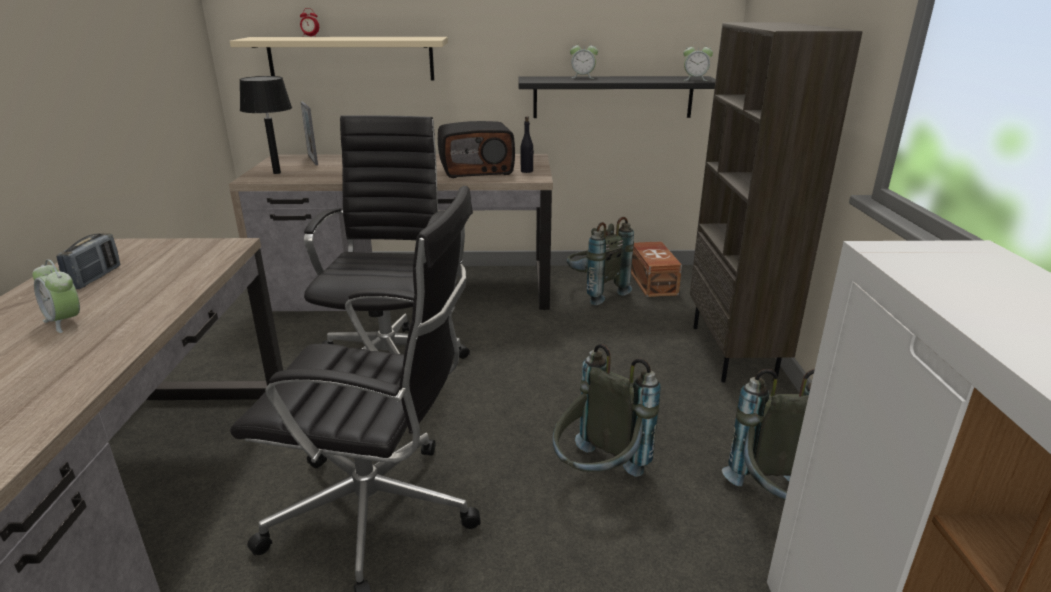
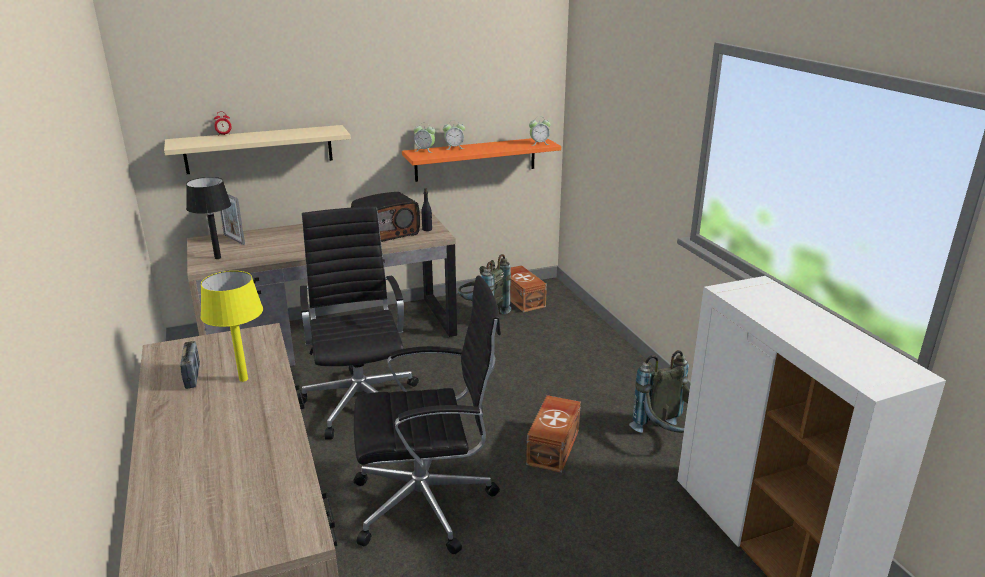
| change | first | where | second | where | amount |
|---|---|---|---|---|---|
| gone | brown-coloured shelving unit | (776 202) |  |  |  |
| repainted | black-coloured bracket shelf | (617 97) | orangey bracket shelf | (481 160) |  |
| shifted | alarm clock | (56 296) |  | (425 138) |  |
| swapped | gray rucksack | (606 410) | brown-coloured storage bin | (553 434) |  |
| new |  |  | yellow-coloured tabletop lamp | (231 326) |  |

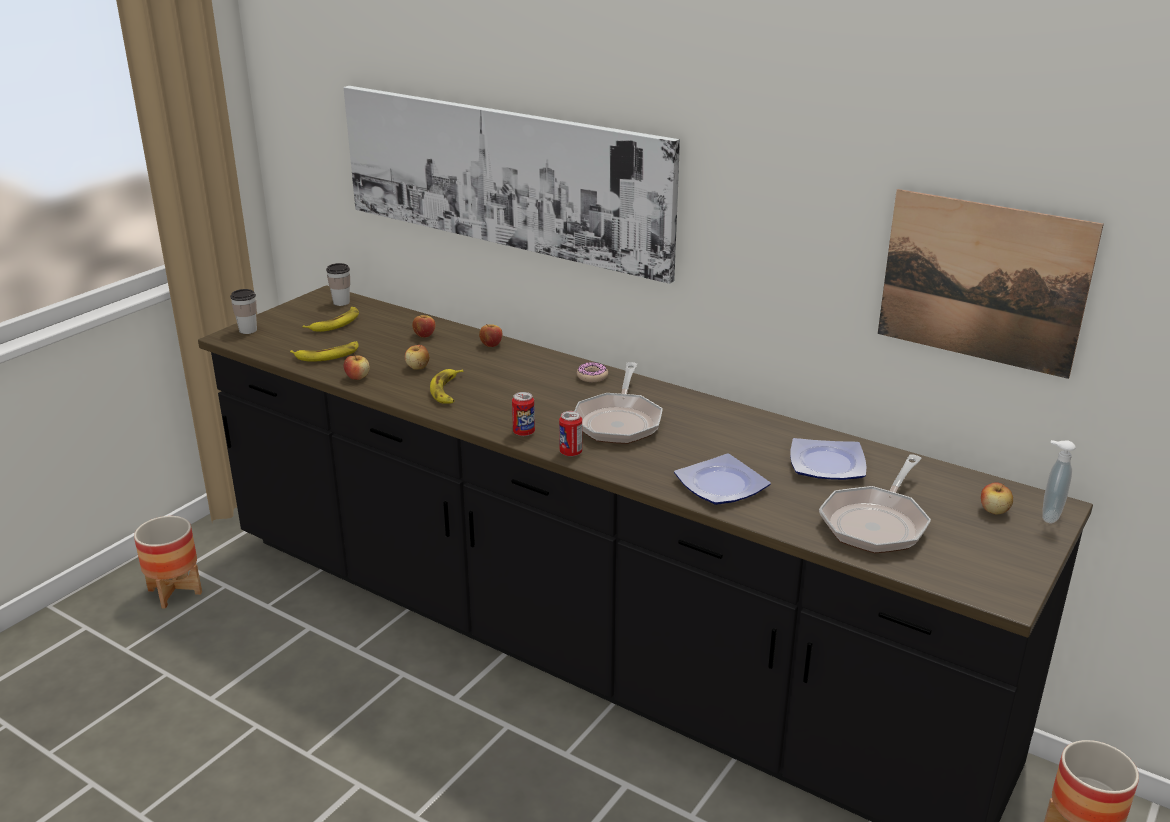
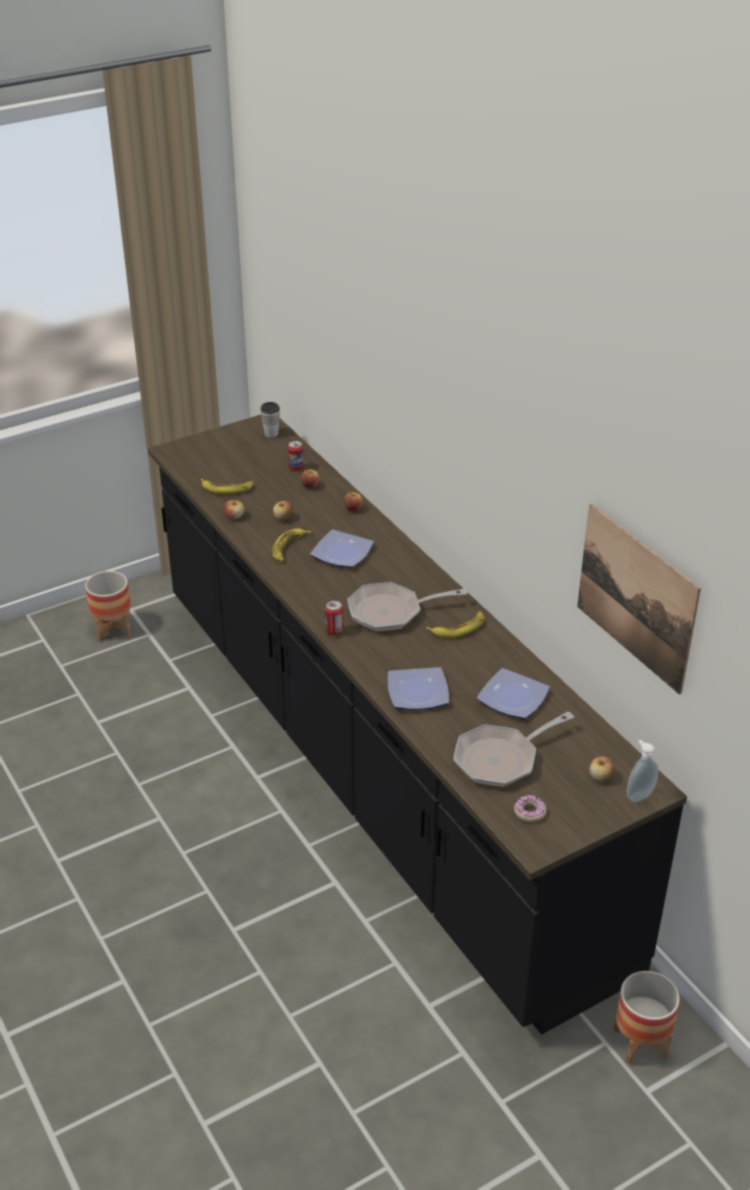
| change | first | where | second | where | amount |
|---|---|---|---|---|---|
| gone | picture | (512 185) |  |  |  |
| gone | drinking cup | (243 311) |  |  |  |
| shifted | whole banana | (331 319) |  | (455 624) |  |
| rotated | pan | (618 403) |  | (407 607) | 45 degrees clockwise |
| shifted | ring doughnut | (592 372) |  | (530 808) |  |
| shifted | can | (523 414) |  | (296 456) |  |
| new |  |  | dinner plate | (342 548) |  |

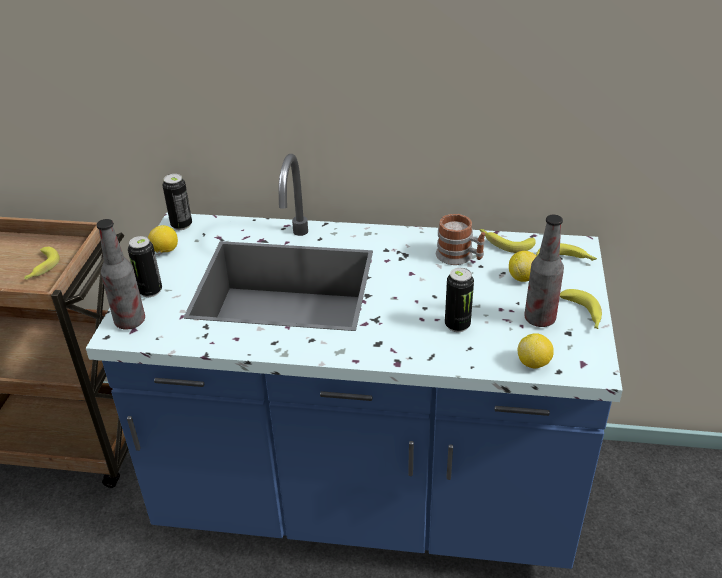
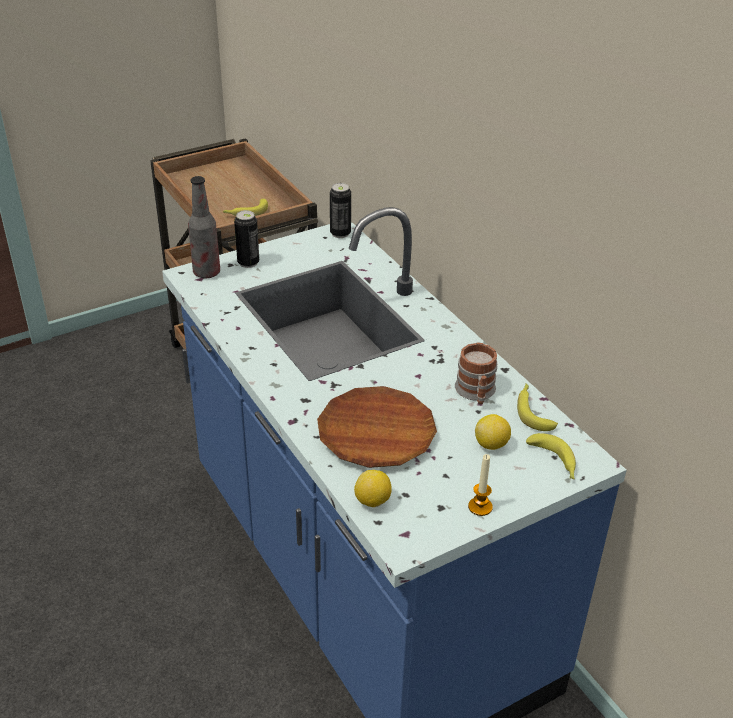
| change | first | where | second | where | amount |
|---|---|---|---|---|---|
| gone | drink bottle | (544 271) |  |  |  |
| gone | citrus fruit | (163 239) |  |  |  |
| swapped | can | (459 300) | brown-coloured dinner plate | (377 427) |  |
| swapped | whole banana | (581 309) | candle | (480 485) |  |

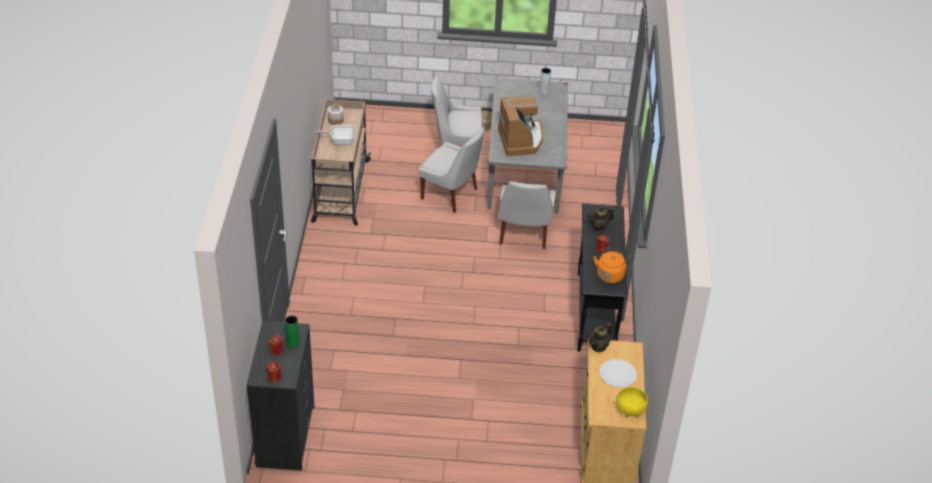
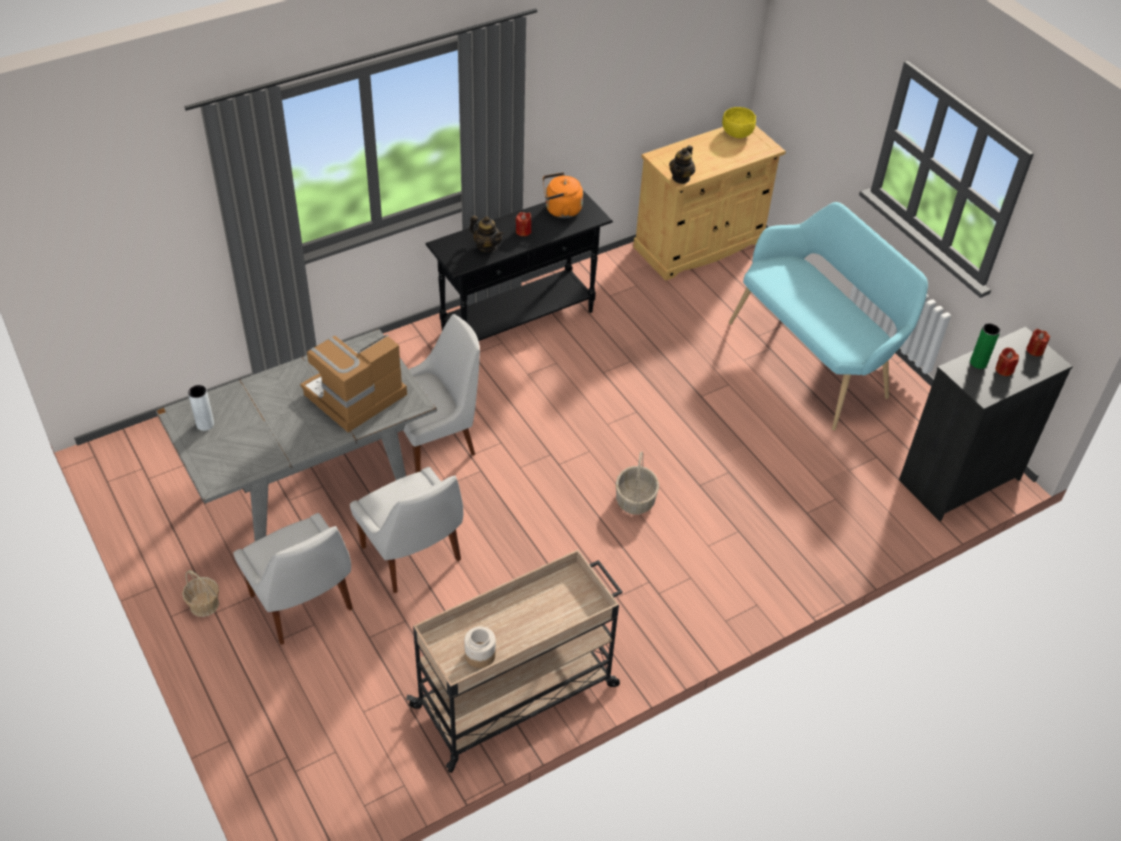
| change | first | where | second | where | amount |
|---|---|---|---|---|---|
| gone | pan | (334 135) |  |  |  |
| rotated | white-coloured chair | (451 170) |  | (406 530) | 150 degrees clockwise |
| rotated | tea pot | (600 338) |  | (682 164) | 105 degrees clockwise |
| gone | white-coloured dinner plate | (618 373) |  |  |  |
| new |  |  | turquoise long seat | (828 316) |  |
| new |  |  | storage basket | (637 483) |  |

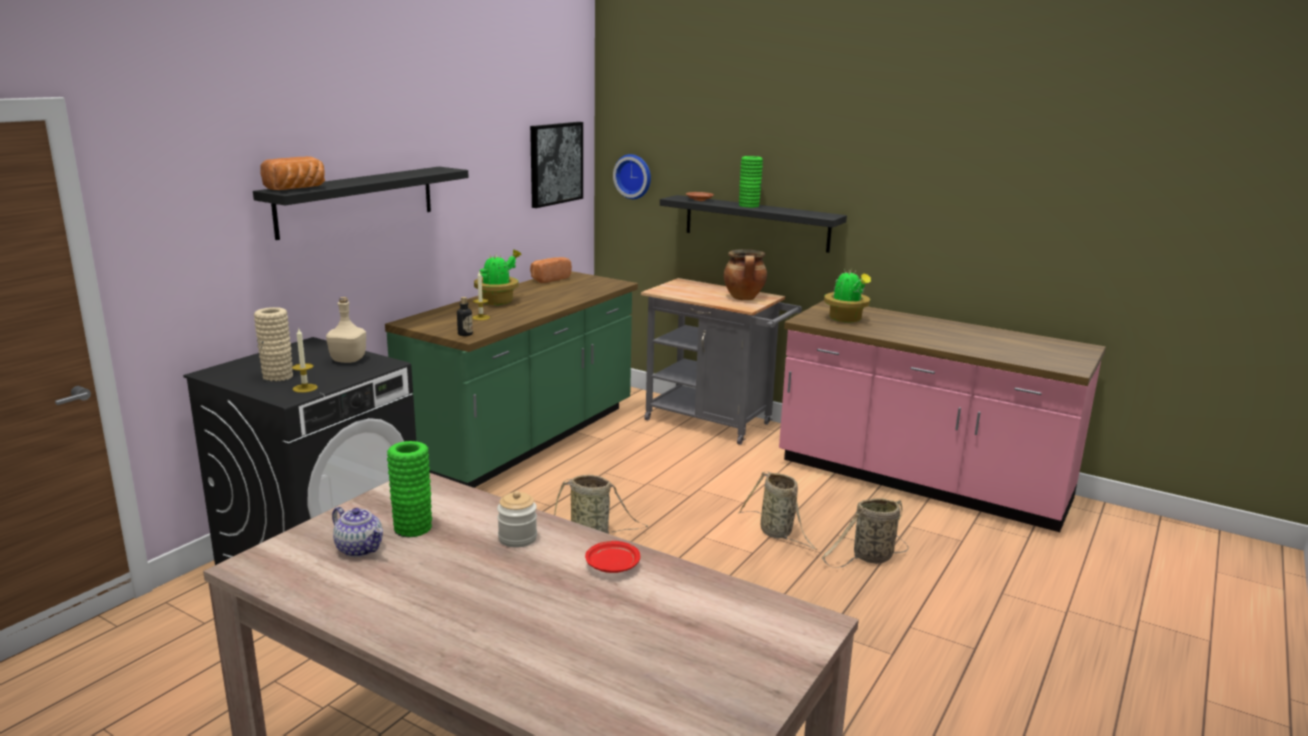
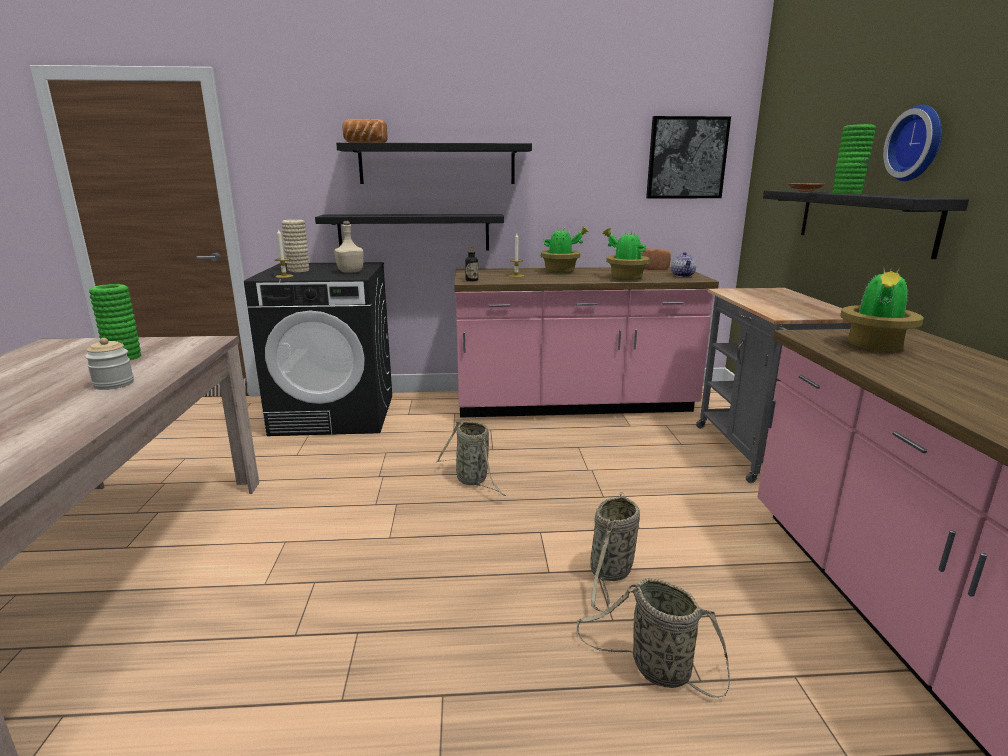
| change | first | where | second | where | amount |
|---|---|---|---|---|---|
| shifted | hanging clock | (632 176) |  | (912 143) |  |
| gone | saucepot | (745 274) |  |  |  |
| repainted | green counter | (511 379) | pinkish counter | (586 342) |  |
| shifted | tea pot | (357 532) |  | (683 264) |  |
| gone | red dinner plate | (612 557) |  |  |  |
| new |  |  | black-coloured bracket shelf | (409 232) |  |
| new |  |  | houseplant | (626 254) |  |

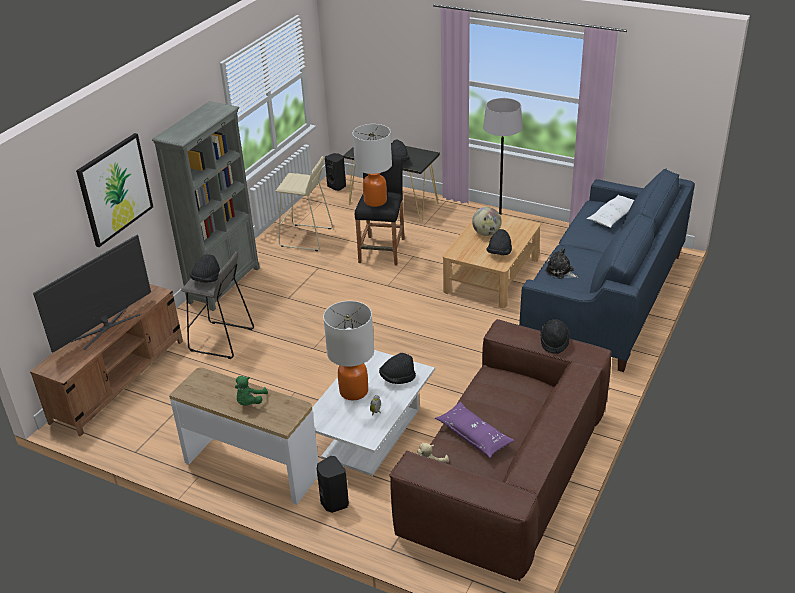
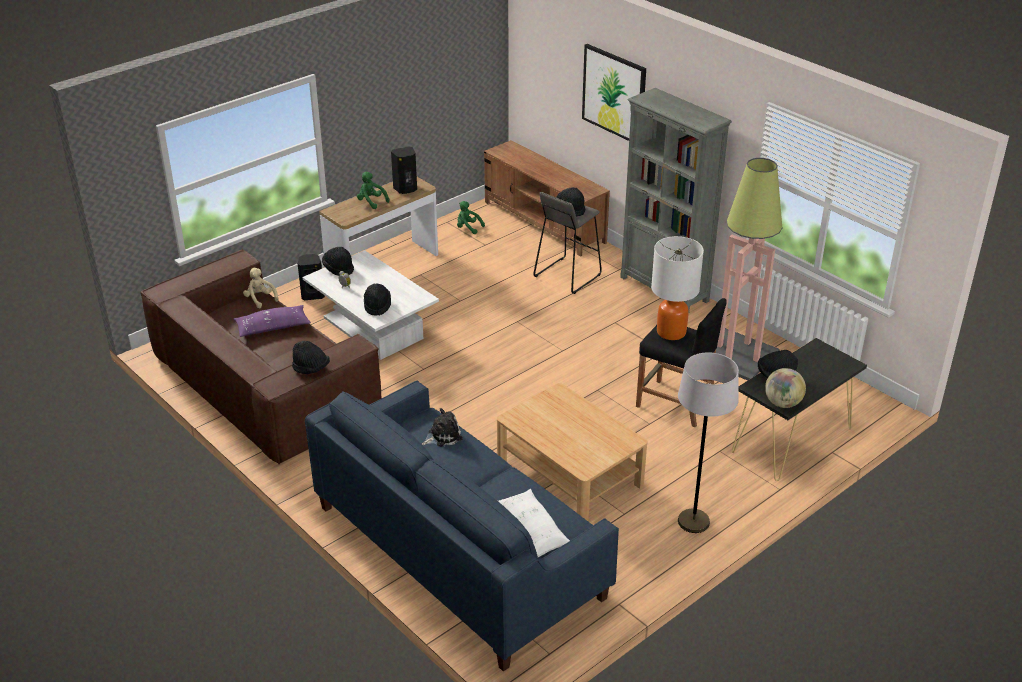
| change | first | where | second | where | amount |
|---|---|---|---|---|---|
| shifted | black-coloured loudspeaker | (335 172) |  | (404 170) |  |
| swapped | beige-coloured stool | (304 203) | standing lamp | (749 269) |  |
| shifted | desk globe | (487 221) |  | (785 388) |  |
| shifted | black-coloured wearable hat | (499 242) |  | (338 261) |  |
| gone | TV set | (92 293) |  |  |  |
| gone | tabletop lamp | (348 350) |  |  |  |
| new |  |  | green soft toy | (471 217) |  |

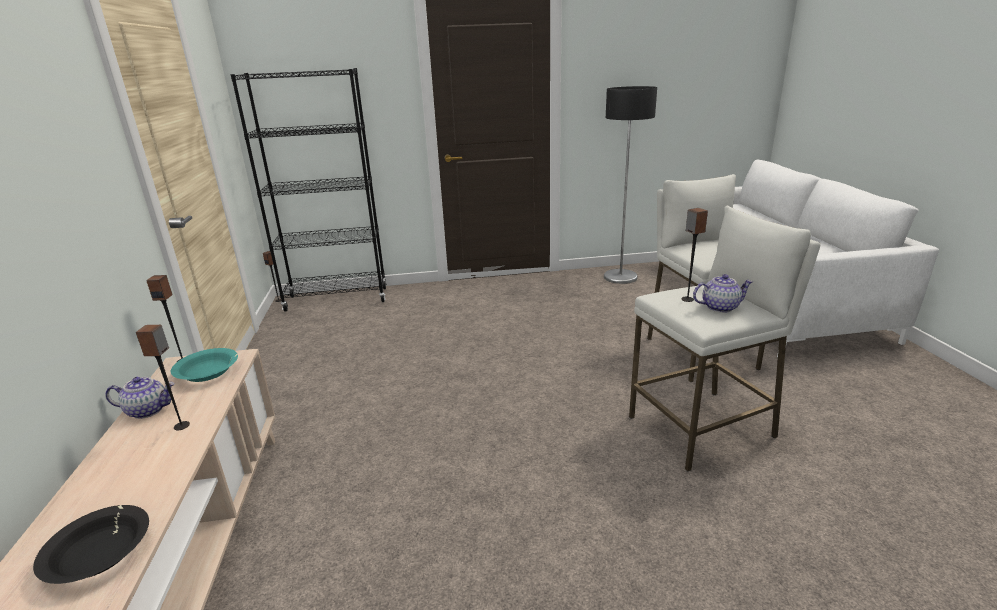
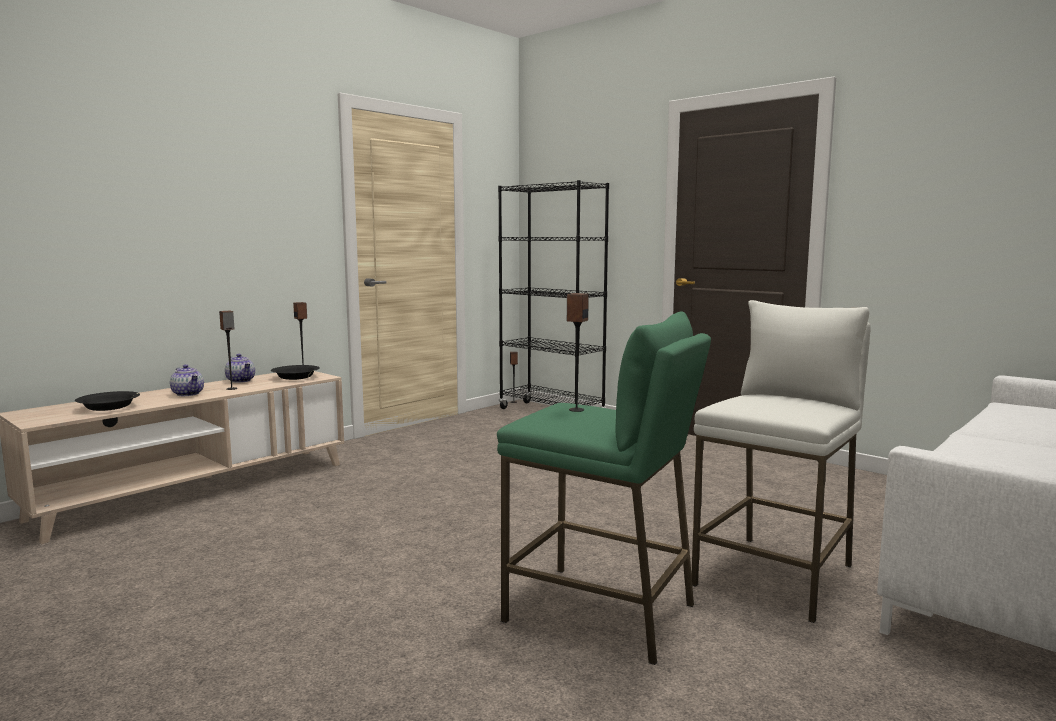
| change | first | where | second | where | amount |
|---|---|---|---|---|---|
| gone | standing lamp | (630 185) |  |  |  |
| repainted | white-coloured stool | (724 339) | green stool | (604 488) |  |
| shifted | tea pot | (723 293) |  | (187 380) |  |
| repainted | turquoise serving bowl | (204 365) | black-coloured serving bowl | (295 372) |  |

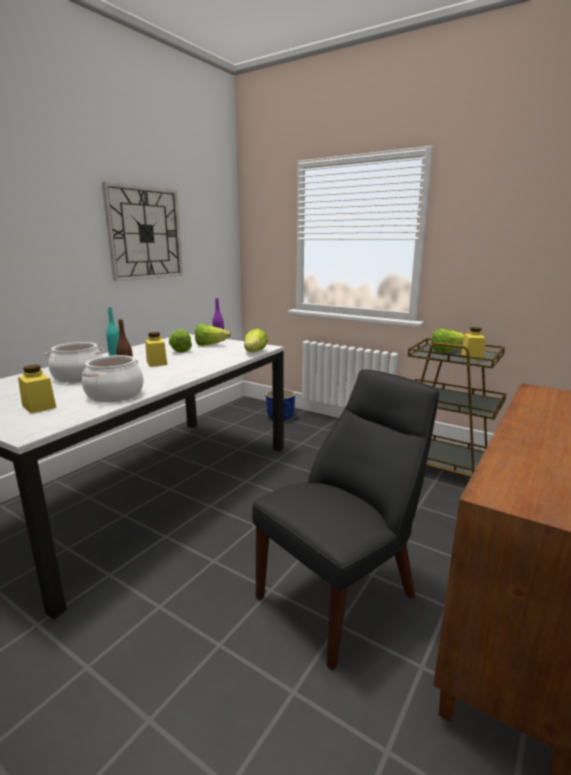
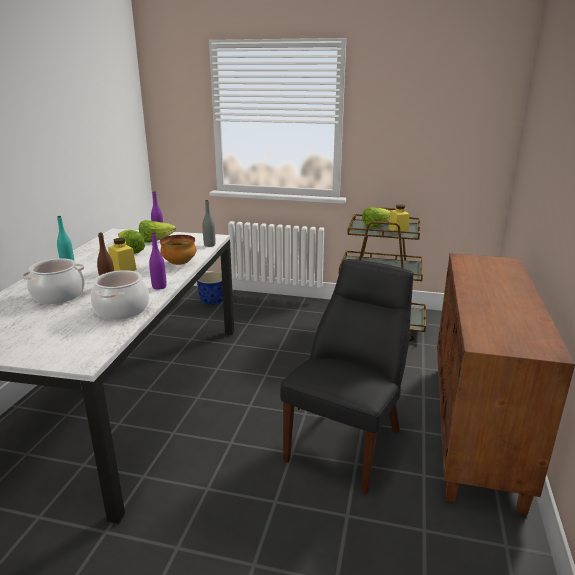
| change | first | where | second | where | amount |
|---|---|---|---|---|---|
| gone | hanging clock | (142 231) |  |  |  |
| swapped | lettuce | (256 340) | gray drink bottle | (209 223) |  |
| gone | yellow-coloured preserve jar | (37 389) |  |  |  |
| new |  |  | purple-coloured drink bottle | (157 261) |  |
| new |  |  | serving bowl | (178 250) |  |

